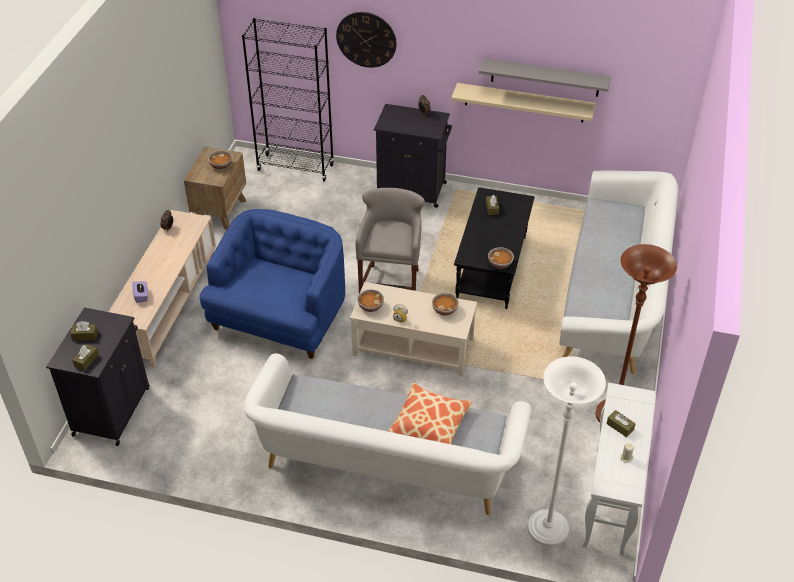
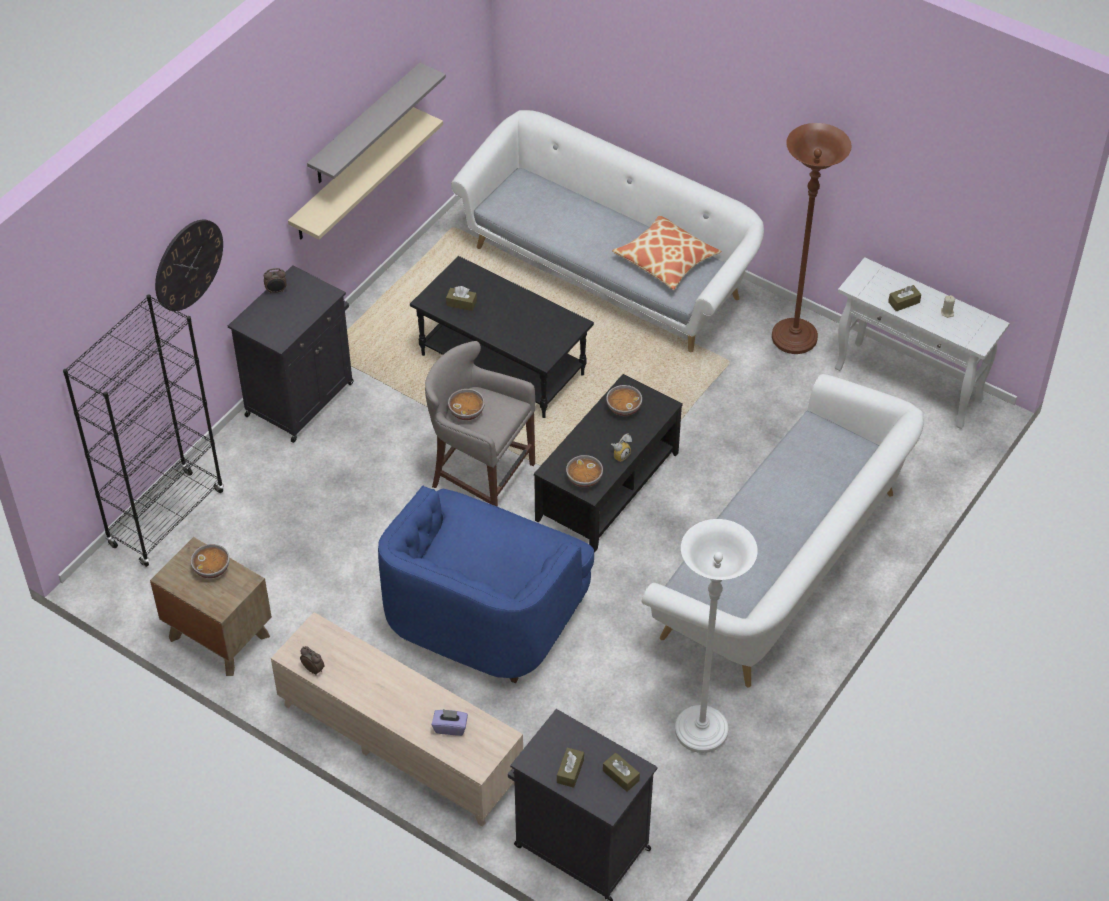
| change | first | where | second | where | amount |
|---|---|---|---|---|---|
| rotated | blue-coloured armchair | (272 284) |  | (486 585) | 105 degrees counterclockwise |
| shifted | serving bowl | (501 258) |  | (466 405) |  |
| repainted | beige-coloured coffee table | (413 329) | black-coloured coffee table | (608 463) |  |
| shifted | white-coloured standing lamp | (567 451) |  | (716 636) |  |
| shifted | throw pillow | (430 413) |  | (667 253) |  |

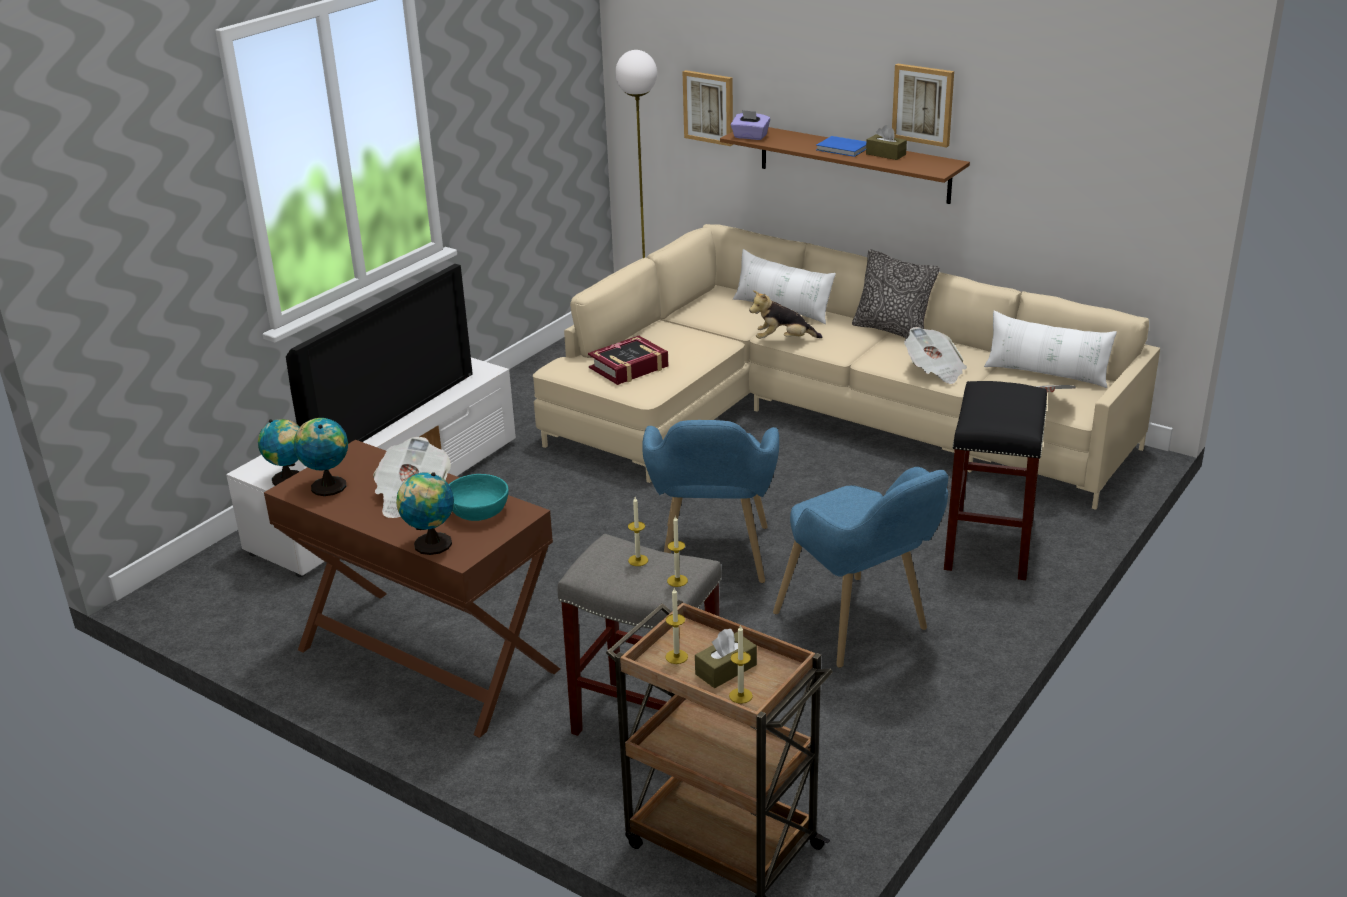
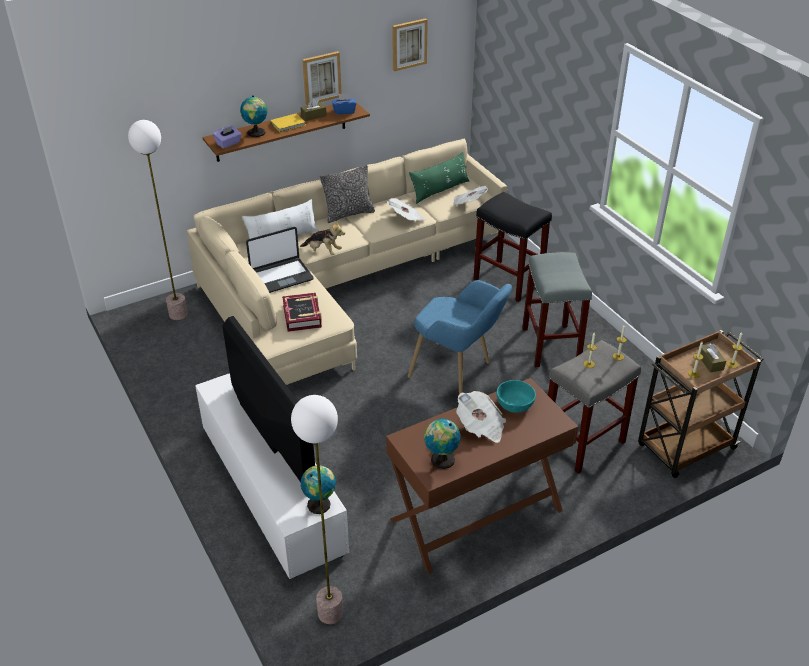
| change | first | where | second | where | amount |
|---|---|---|---|---|---|
| shifted | picture | (708 108) |  | (410 44) |  |
| repainted | blue-coloured bound book | (841 146) | yellow-coloured bound book | (288 123) |  |
| rotated | soft toy | (786 314) |  | (322 238) | 90 degrees counterclockwise |
| repainted | white-coloured throw pillow | (1050 349) | green throw pillow | (439 178) |  |
| swapped | blue-coloured armchair | (861 567) | gray stool | (557 309) |  |
| shifted | desk globe | (425 513) |  | (254 116) |  |
| new |  |  | blue-coloured tissue holder | (344 103) |  |
| new |  |  | laptop | (280 260) |  |
| new |  |  | standing lamp | (317 509) |  |

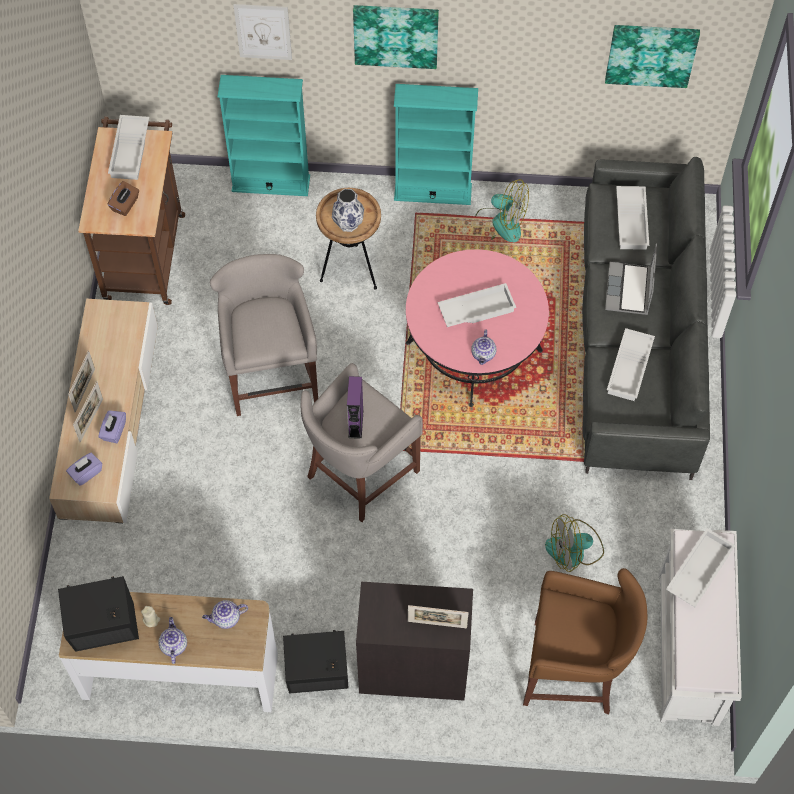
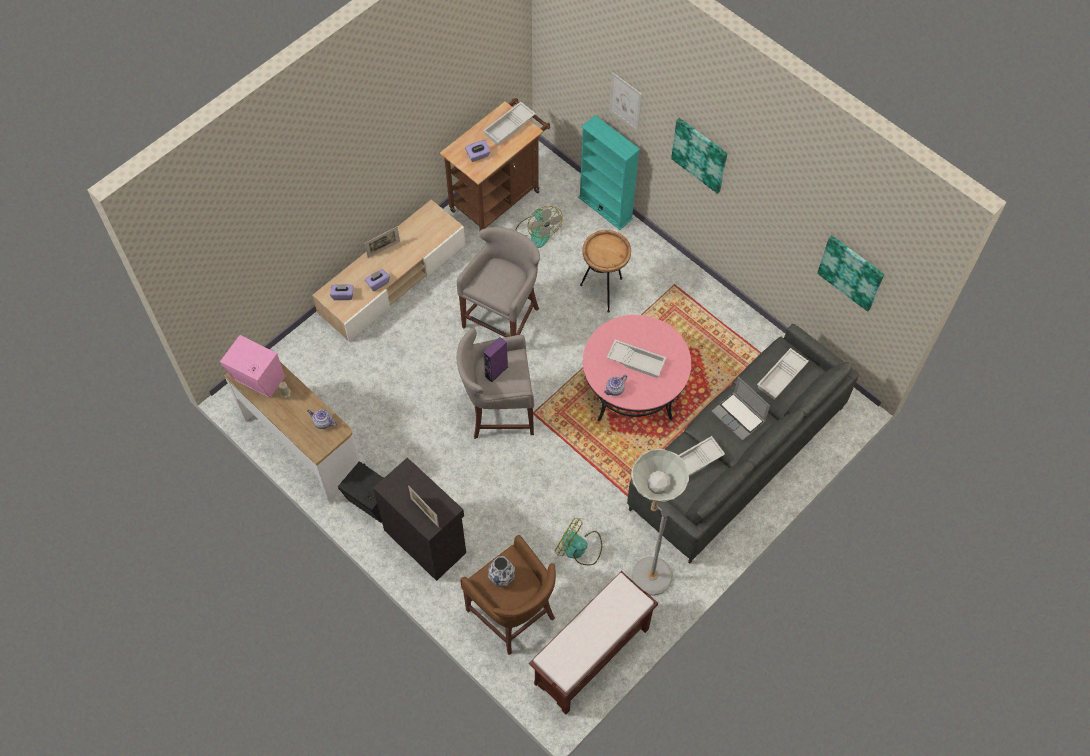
| change | first | where | second | where | amount |
|---|---|---|---|---|---|
| gone | turquoise shelving unit | (436 144) |  |  |  |
| shifted | electric fan | (502 211) |  | (538 227) |  |
| repainted | brown-coloured tissue holder | (123 198) | purple-coloured tissue holder | (478 151) |  |
| shifted | decorative vase | (348 210) |  | (501 571) |  |
| rotated | laptop | (631 279) |  | (740 409) | 90 degrees counterclockwise |
| gone | standing frame | (88 411) |  |  |  |
| gone | white-coloured carrying tray | (701 567) |  |  |  |
| repainted | white-coloured long seat | (700 627) | brown-coloured long seat | (593 642) |  |
| repainted | black-coloured loudspeaker | (98 614) | pinkish loudspeaker | (252 366) |  |
| gone | tea pot | (172 640) |  |  |  |
| new |  |  | gray standing lamp | (660 522) |  |

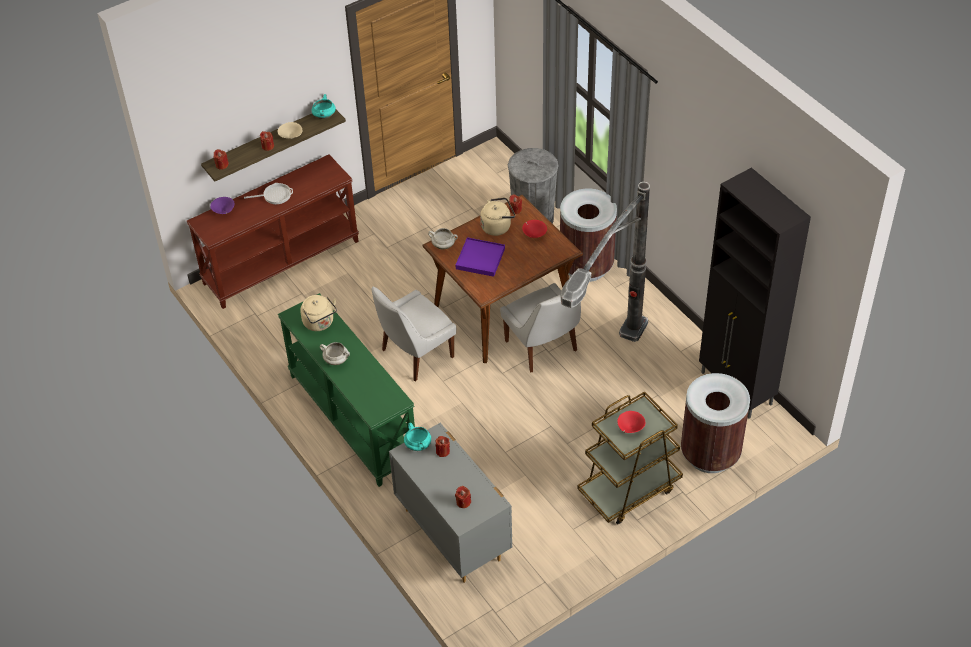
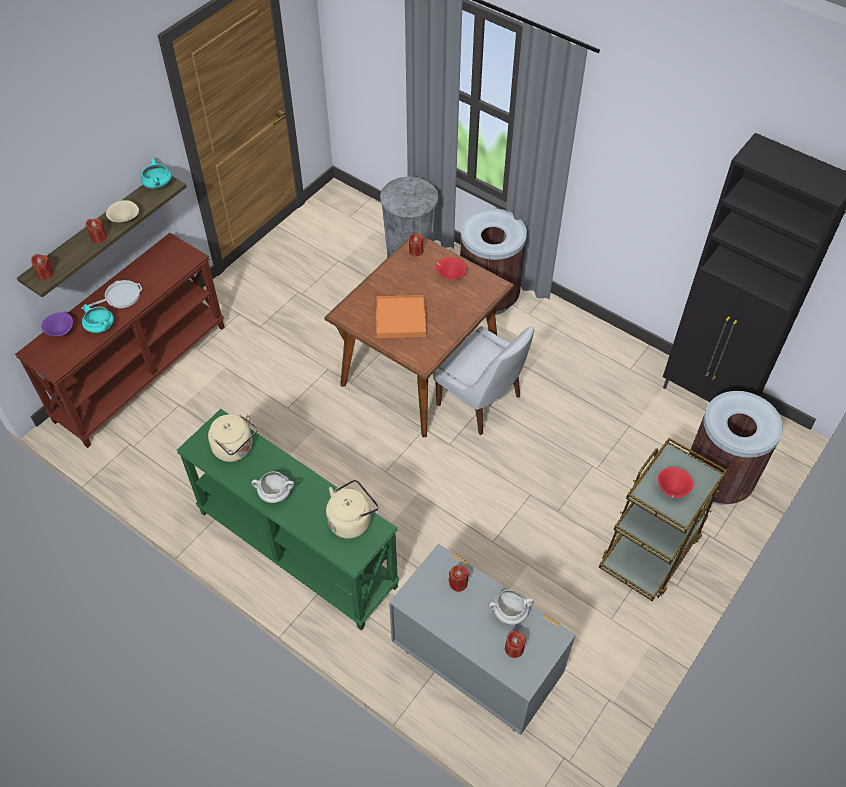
| change | first | where | second | where | amount |
|---|---|---|---|---|---|
| gone | standing lamp | (605 262) |  |  |  |
| shifted | beige-coloured water kettle | (497 216) |  | (352 509) |  |
| shifted | white-coloured saucepot | (443 238) |  | (511 607) |  |
| repainted | purple-coloured carrying tray | (480 257) | orangey carrying tray | (401 316) |  |
| gone | white-coloured chair | (413 333) |  |  |  |
| shifted | turquoise saucepot | (417 437) |  | (98 318) |  |

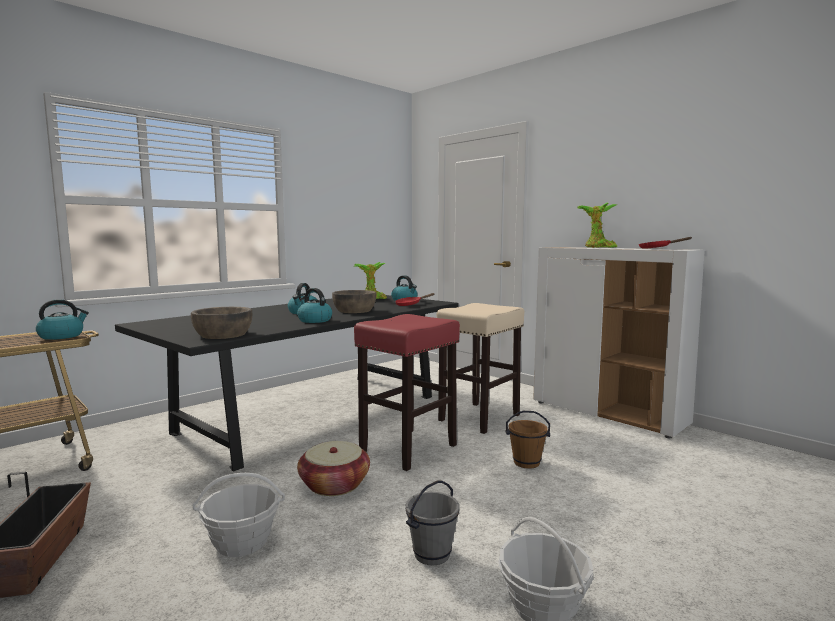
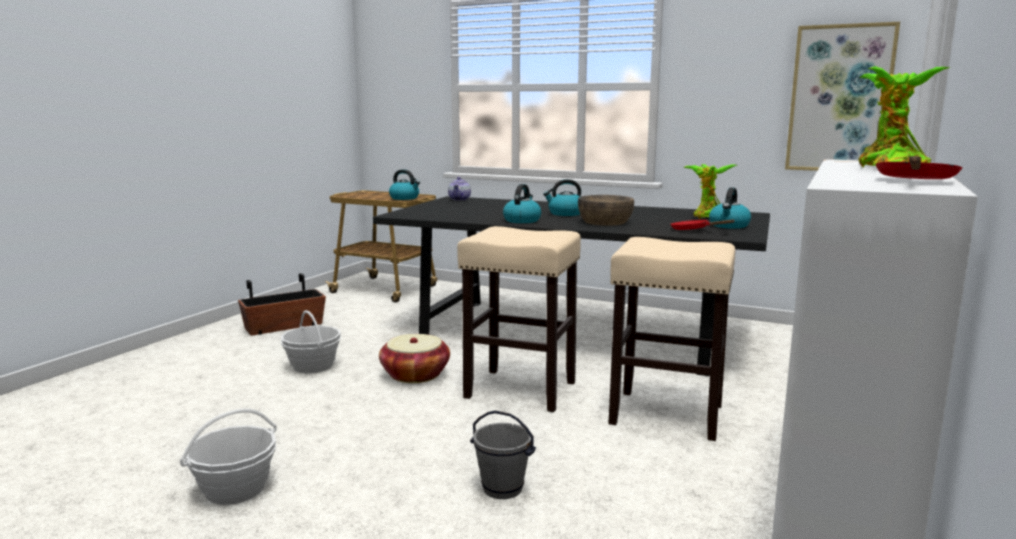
| change | first | where | second | where | amount |
|---|---|---|---|---|---|
| gone | brown-coloured serving bowl | (221 323) |  |  |  |
| repainted | red stool | (407 392) | beige-coloured stool | (519 319) |  |
| gone | brown-coloured pail | (528 440) |  |  |  |
| shifted | gray pail | (432 523) |  | (503 454) |  |
| new |  |  | picture | (842 96) |  |
| new |  |  | tea pot | (459 189) |  |

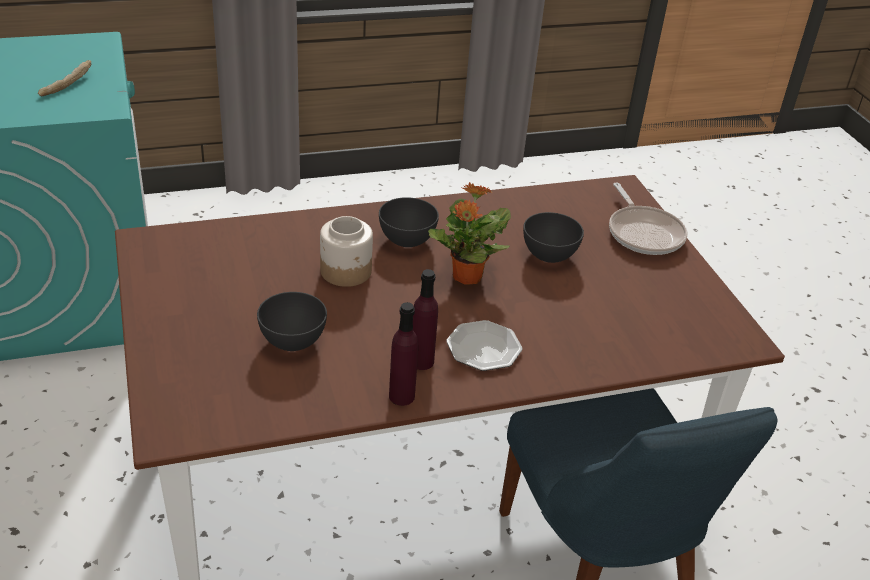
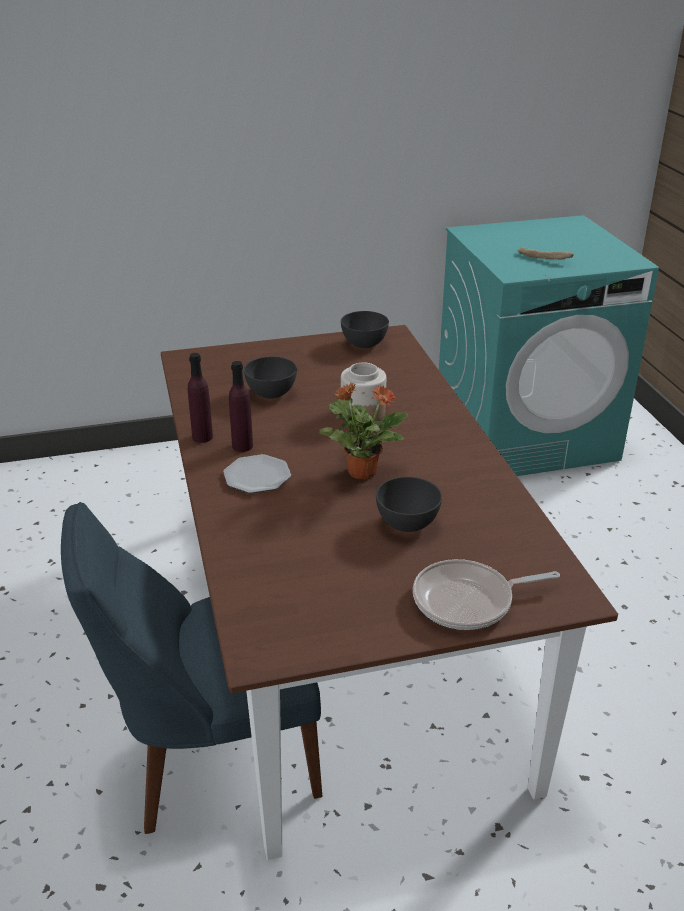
| change | first | where | second | where | amount |
|---|---|---|---|---|---|
| shifted | gray serving bowl | (409 222) |  | (365 329) |  |

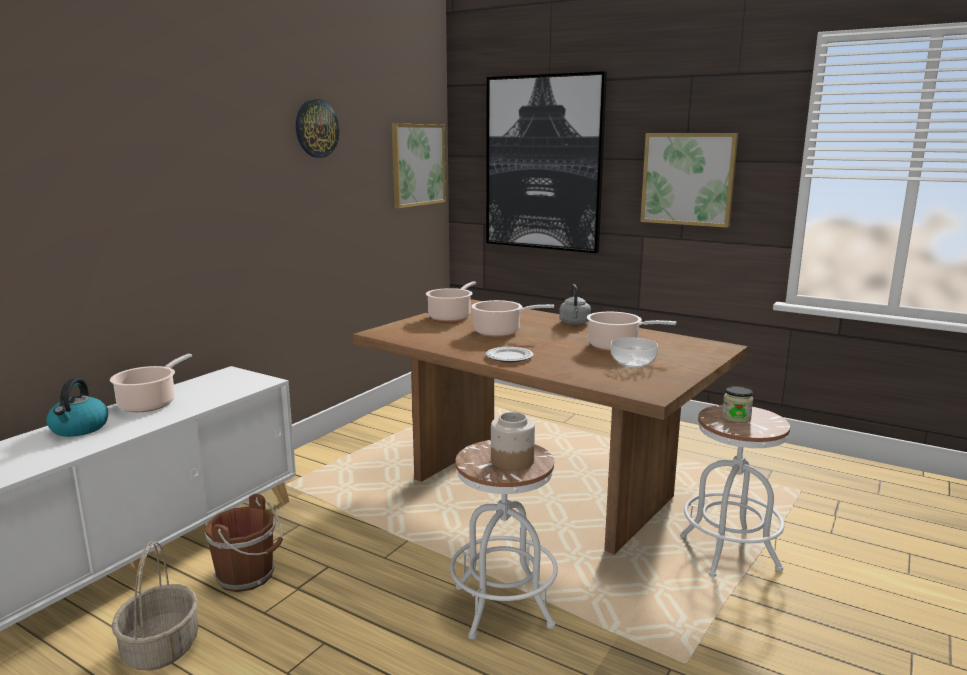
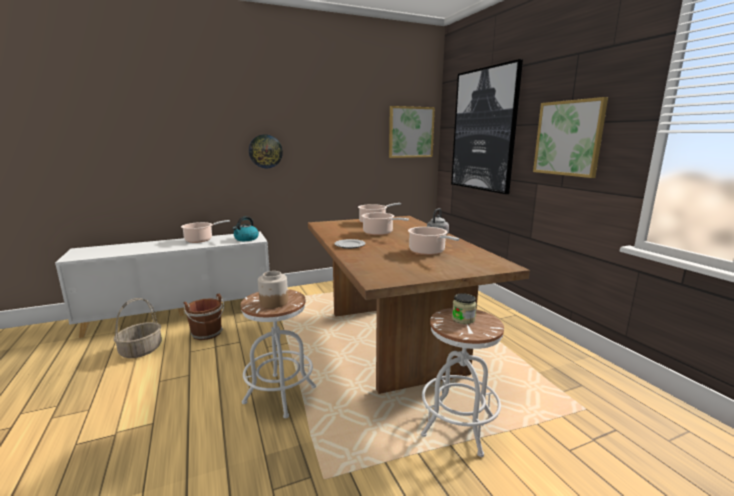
| change | first | where | second | where | amount |
|---|---|---|---|---|---|
| shifted | hanging clock | (317 128) |  | (266 151) |  |
| gone | serving bowl | (634 352) |  |  |  |
| shifted | water kettle | (77 407) |  | (245 228) |  |

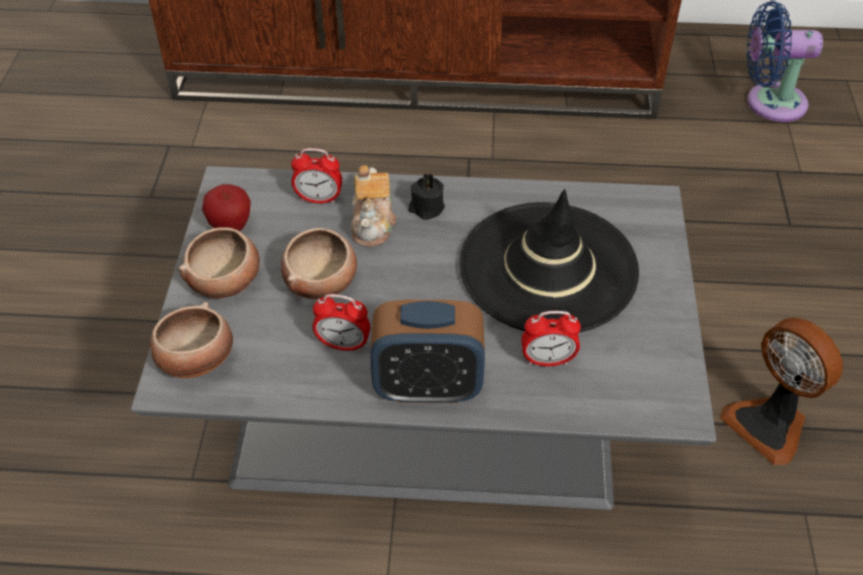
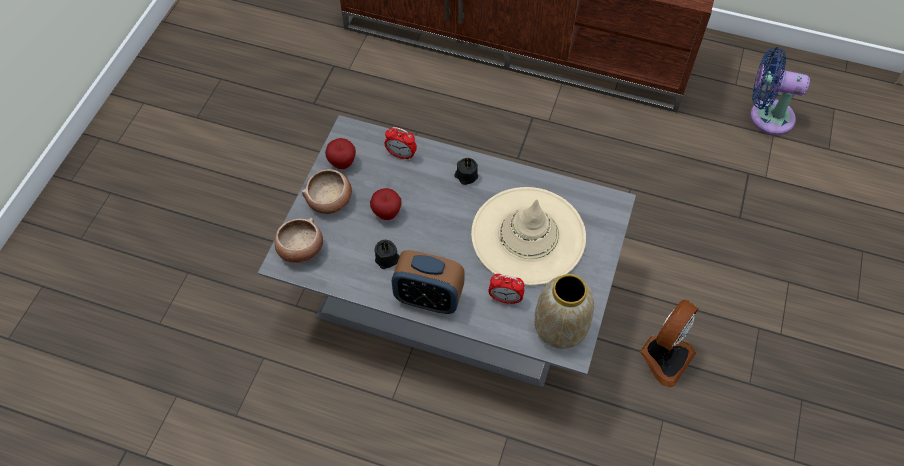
| change | first | where | second | where | amount |
|---|---|---|---|---|---|
| gone | tea pot | (373 206) |  |  |  |
| repainted | black-coloured wearable hat | (549 261) | beige-coloured wearable hat | (528 236) |  |
| swapped | serving bowl | (319 264) | whole apple | (386 204) |  |
| swapped | alarm clock | (341 323) | black-coloured candle | (387 254) |  |
| rotated | electric fan | (781 391) |  | (669 343) | 120 degrees counterclockwise |
| new |  |  | decorative vase | (564 311) |  |

